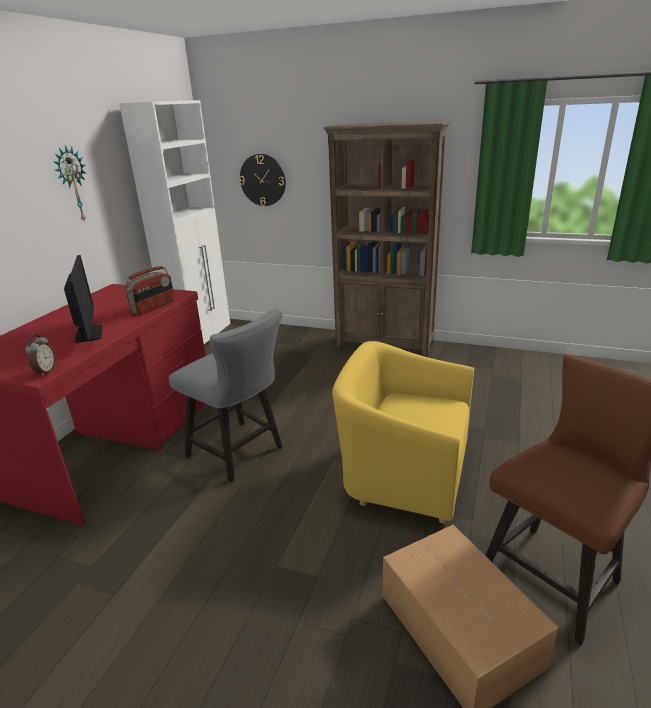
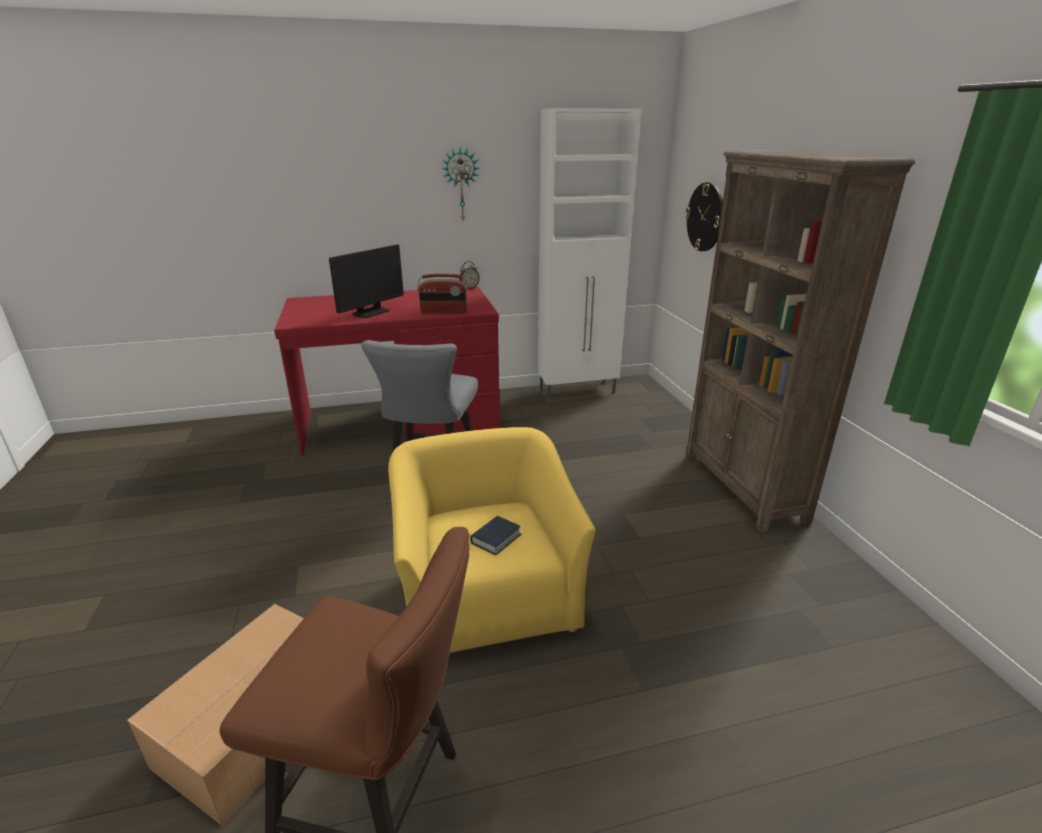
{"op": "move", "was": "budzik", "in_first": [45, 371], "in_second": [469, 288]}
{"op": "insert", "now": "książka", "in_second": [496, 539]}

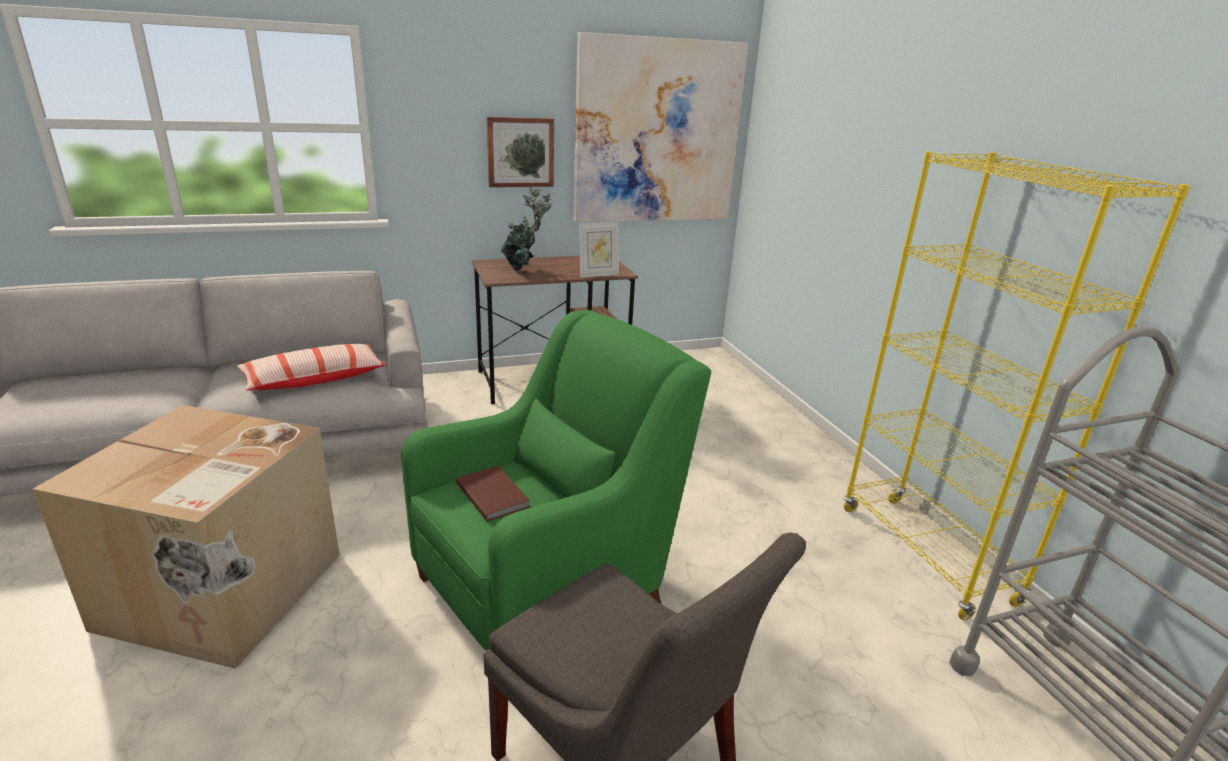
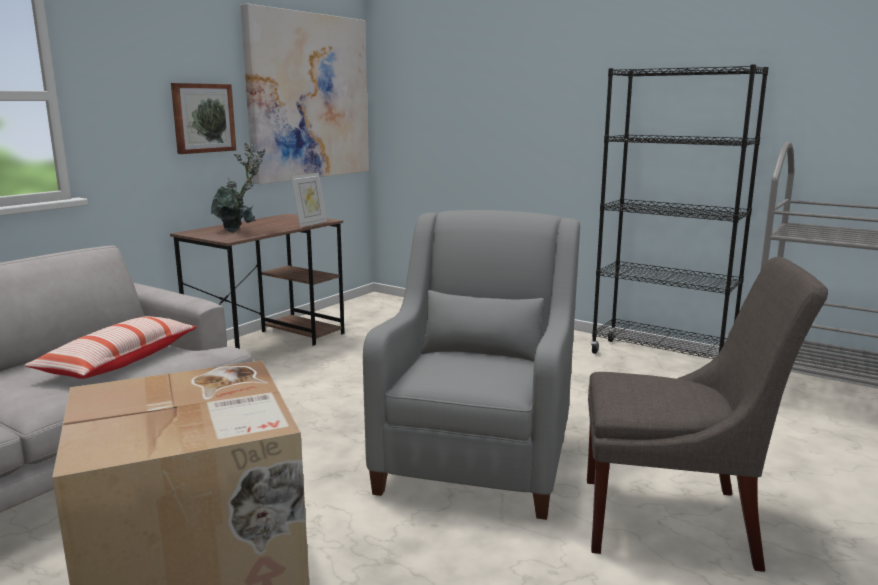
{"op": "recolor", "was": "fotel/zielony", "now": "fotel/szary", "in_first": [549, 584], "in_second": [478, 457]}
{"op": "delete", "was": "książka/brązowy", "in_first": [493, 494]}
{"op": "recolor", "was": "regał/żółty", "now": "regał/czarny", "in_first": [925, 554], "in_second": [661, 359]}

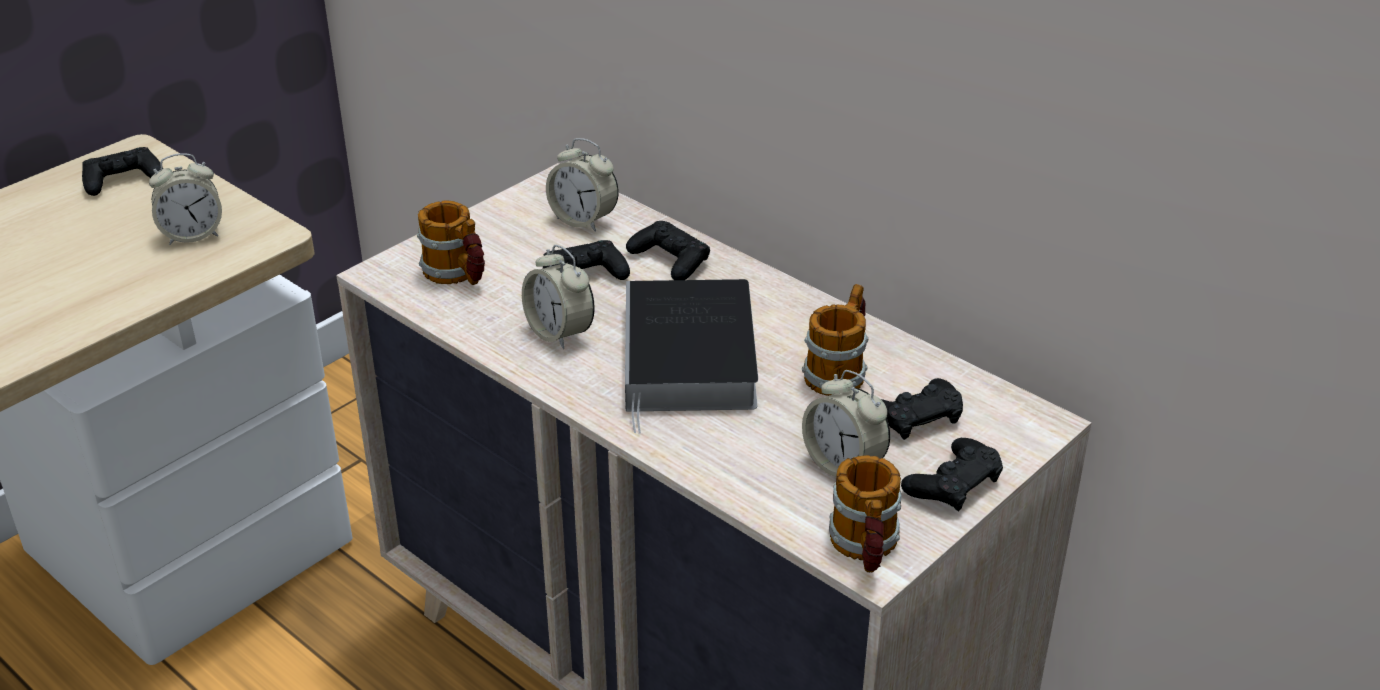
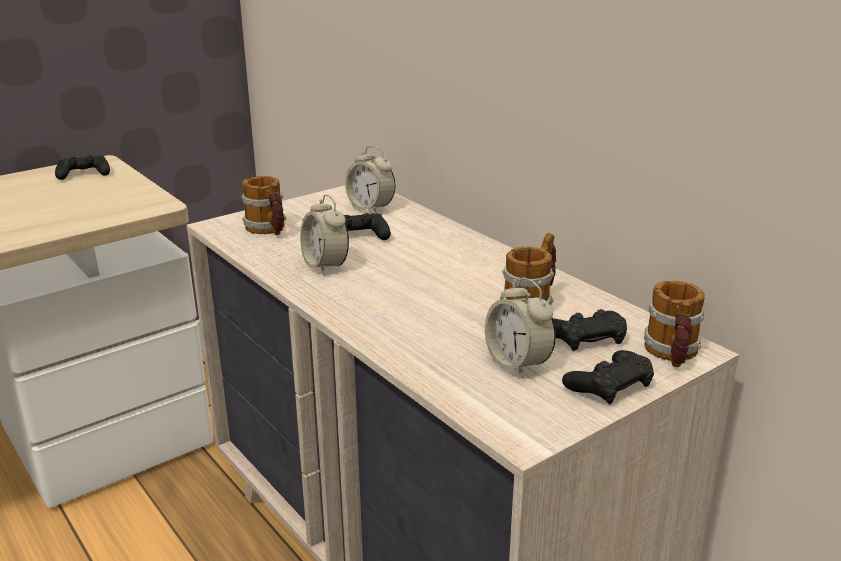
{"op": "delete", "was": "budzik", "in_first": [192, 235]}
{"op": "delete", "was": "książka", "in_first": [690, 360]}
{"op": "delete", "was": "pad do gier/czarny", "in_first": [670, 260]}
{"op": "move", "was": "kubek", "in_first": [865, 549], "in_second": [672, 354]}

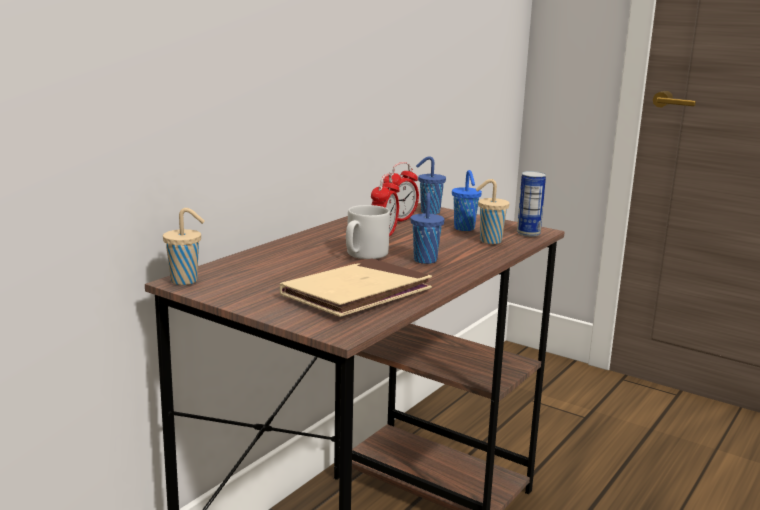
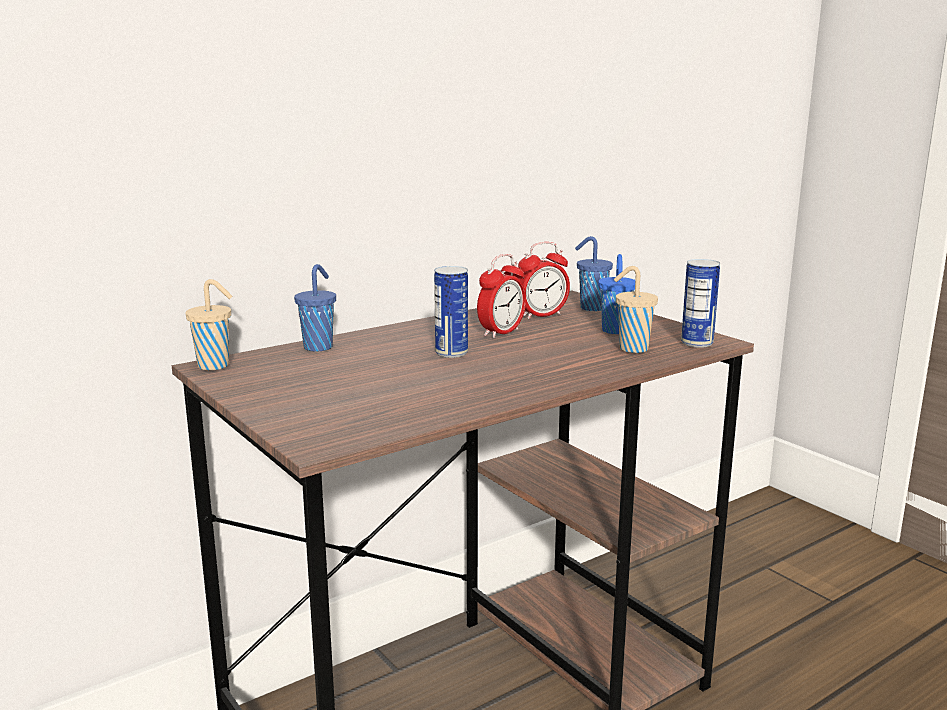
{"op": "delete", "was": "książka/beżowy", "in_first": [357, 294]}
{"op": "replace", "was": "kubek/szary", "now": "puszka", "in_first": [364, 255], "in_second": [451, 353]}
{"op": "move", "was": "filiżanka/niebieski", "in_first": [425, 260], "in_second": [319, 347]}

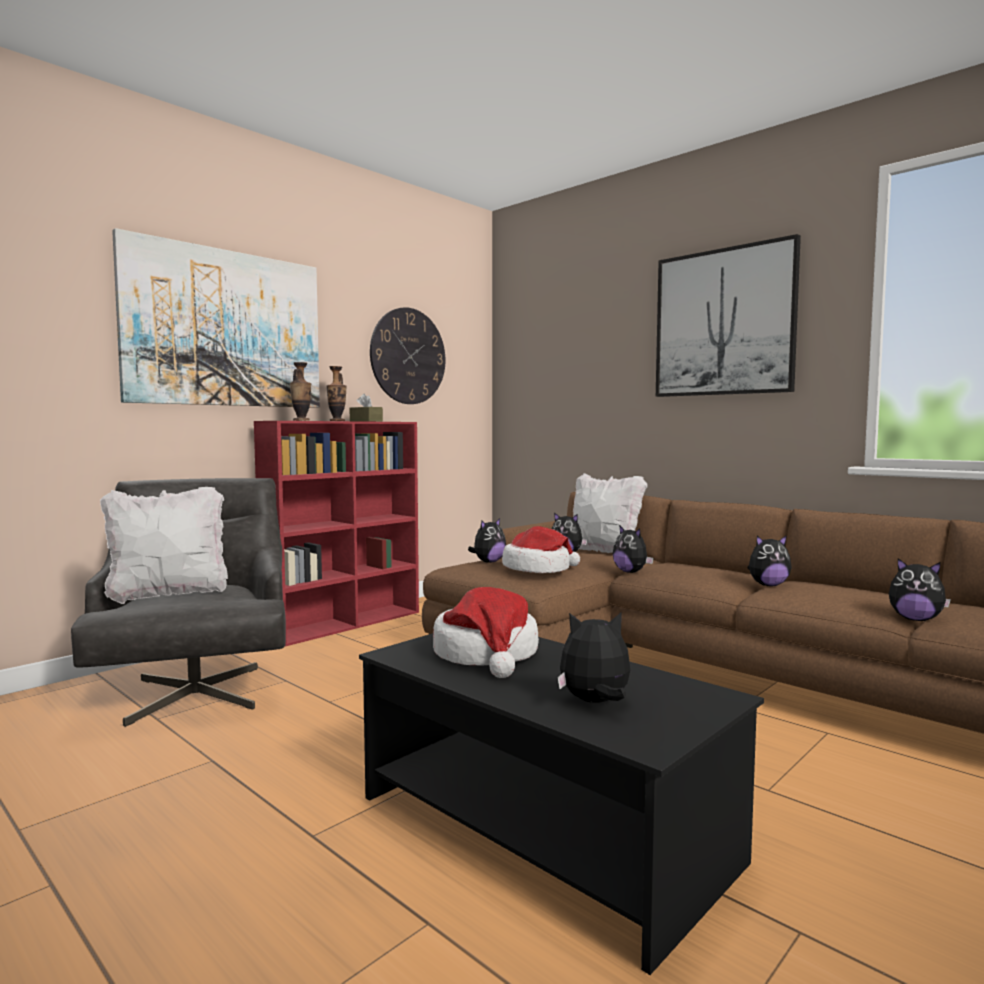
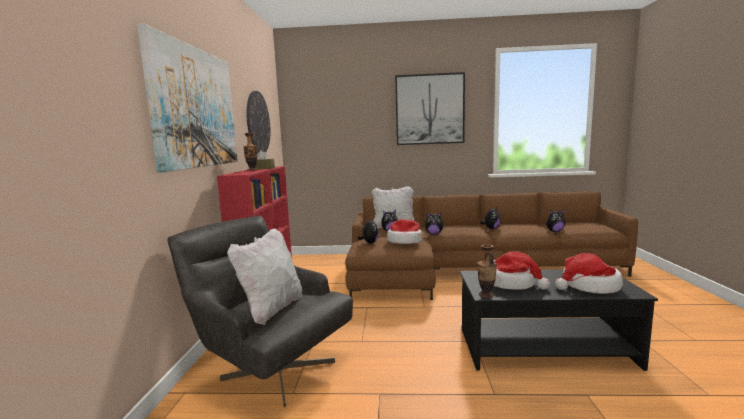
{"op": "move", "was": "wazon", "in_first": [301, 420], "in_second": [486, 295]}
{"op": "replace", "was": "pluszak", "now": "kapelusz", "in_first": [595, 702], "in_second": [589, 286]}

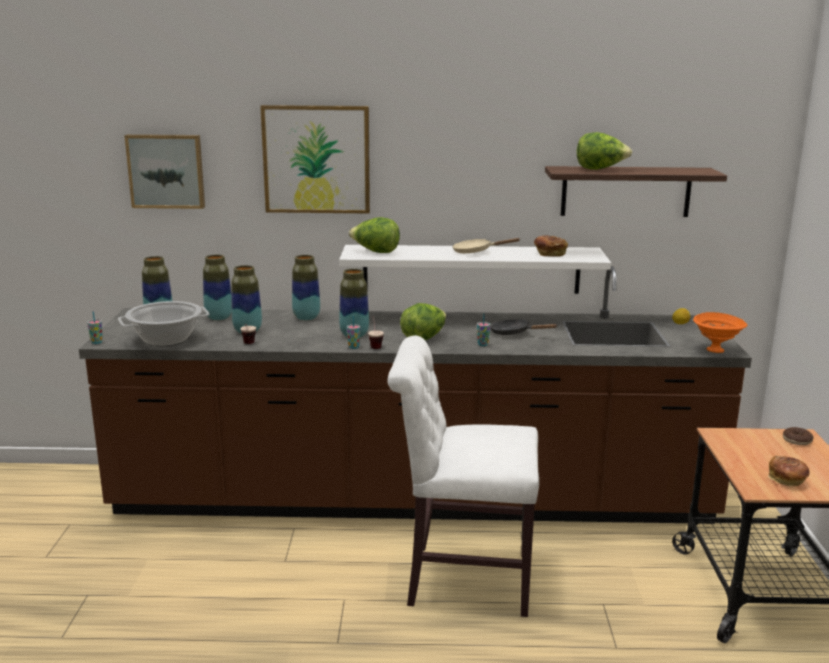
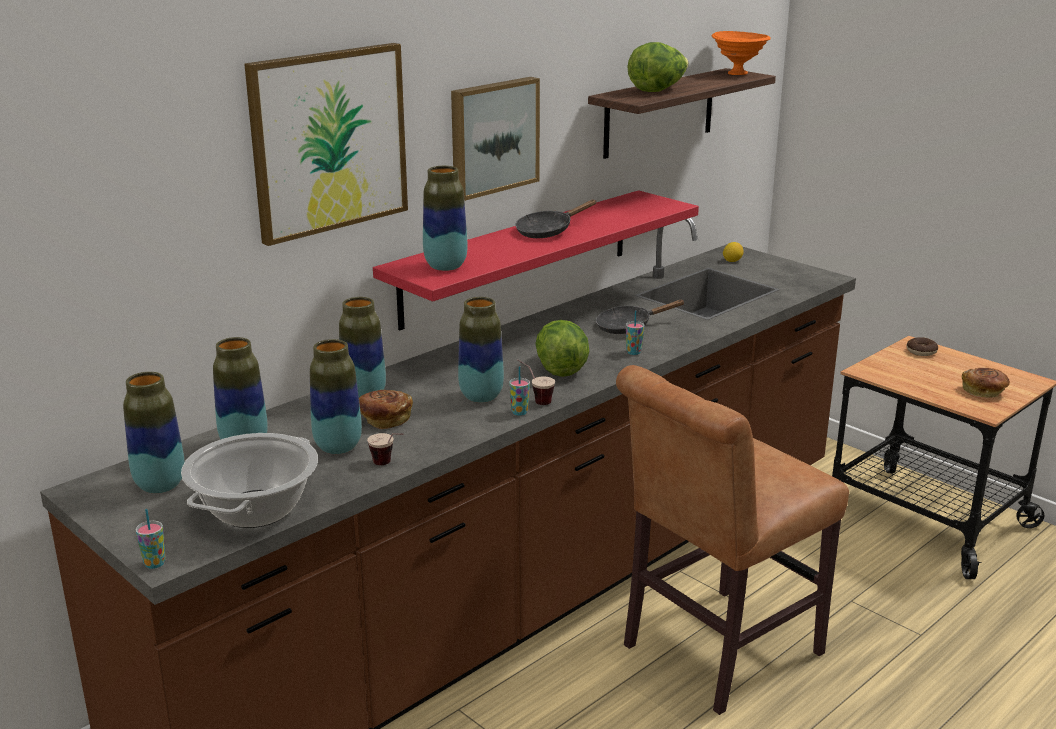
{"op": "move", "was": "obraz", "in_first": [166, 171], "in_second": [492, 136]}
{"op": "recolor", "was": "półka/biały", "now": "półka/czerwony", "in_first": [471, 269], "in_second": [518, 257]}
{"op": "replace", "was": "sałata", "now": "wazon", "in_first": [375, 252], "in_second": [445, 266]}
{"op": "recolor", "was": "krzesło/biały", "now": "krzesło/brązowy", "in_first": [461, 579], "in_second": [714, 653]}
{"op": "recolor", "was": "patelnia/beżowy", "now": "patelnia/czarny", "in_first": [476, 252], "in_second": [548, 231]}
{"op": "move", "was": "chleb", "in_first": [549, 253], "in_second": [384, 420]}
{"op": "move", "was": "miska/pomarańczowy", "in_first": [716, 350], "in_second": [738, 73]}

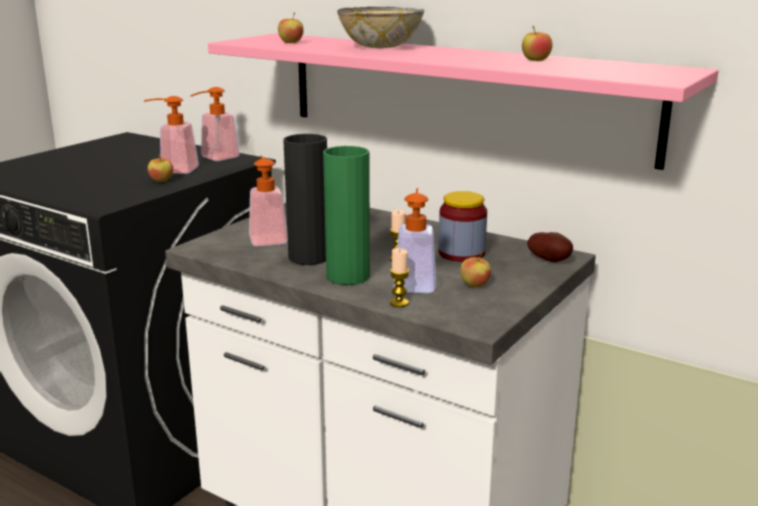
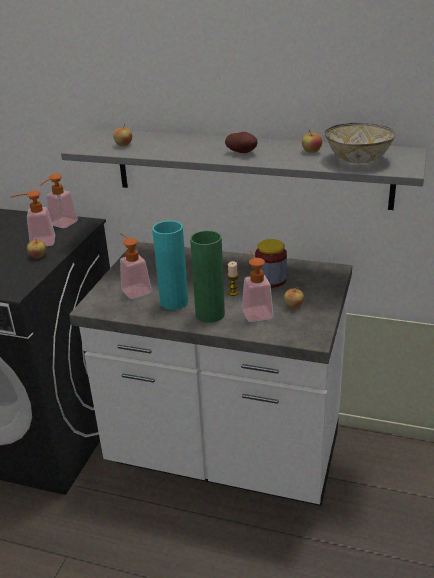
{"op": "recolor", "was": "półka/różowy", "now": "półka/szary", "in_first": [461, 94], "in_second": [250, 168]}
{"op": "recolor", "was": "wazon/czarny", "now": "wazon/turkusowy", "in_first": [309, 257], "in_second": [174, 302]}
{"op": "move", "was": "miska", "in_first": [380, 47], "in_second": [357, 159]}
{"op": "delete", "was": "świeca", "in_first": [399, 303]}
{"op": "move", "was": "ziemniak", "in_first": [551, 261], "in_second": [242, 153]}

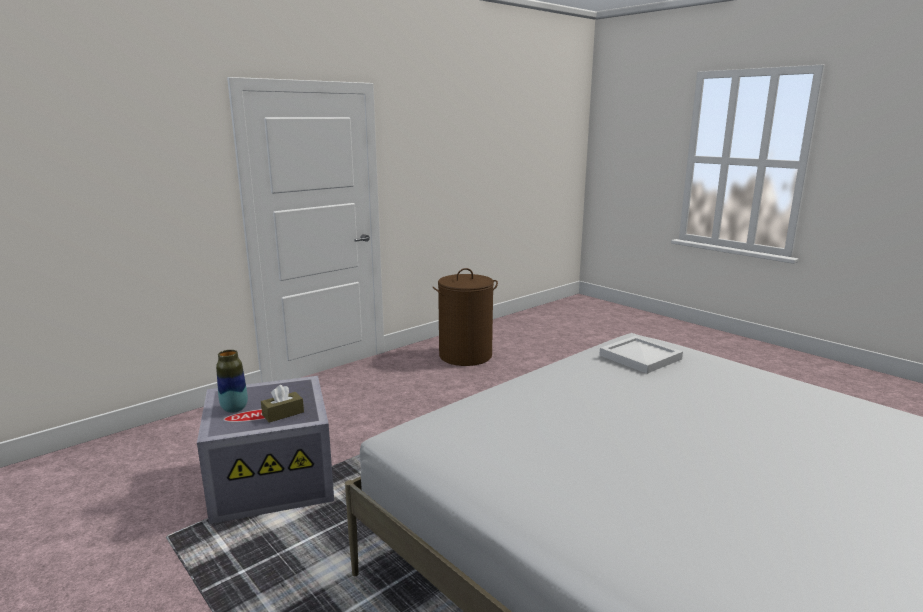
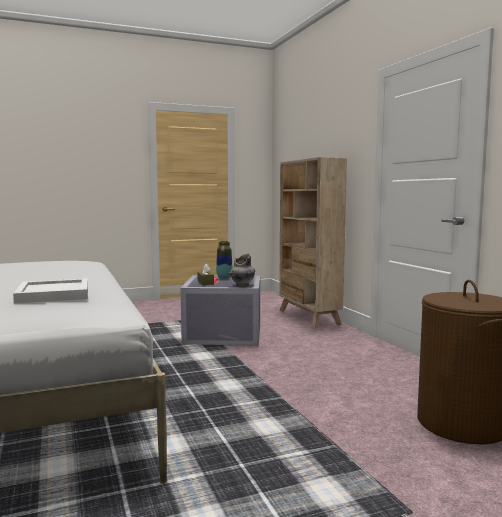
{"op": "insert", "now": "wazon/szary", "in_second": [242, 286]}
{"op": "insert", "now": "regał/beżowy", "in_second": [308, 317]}

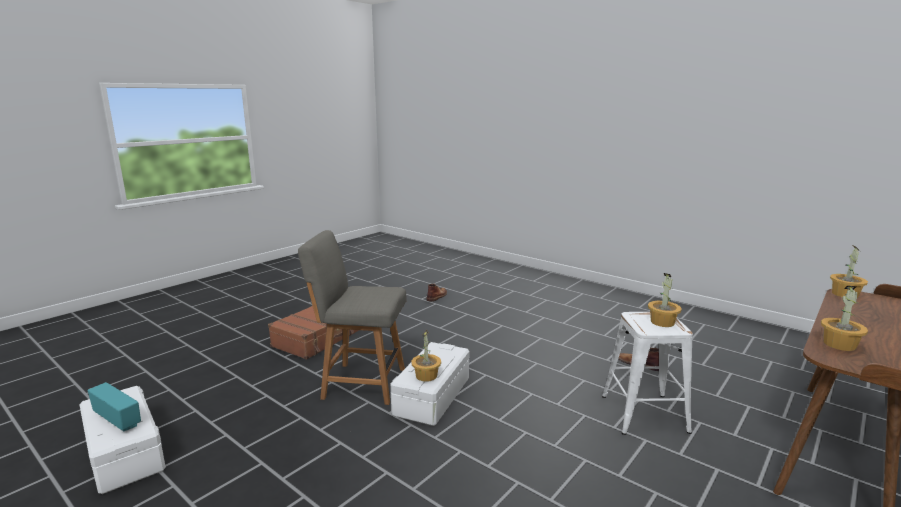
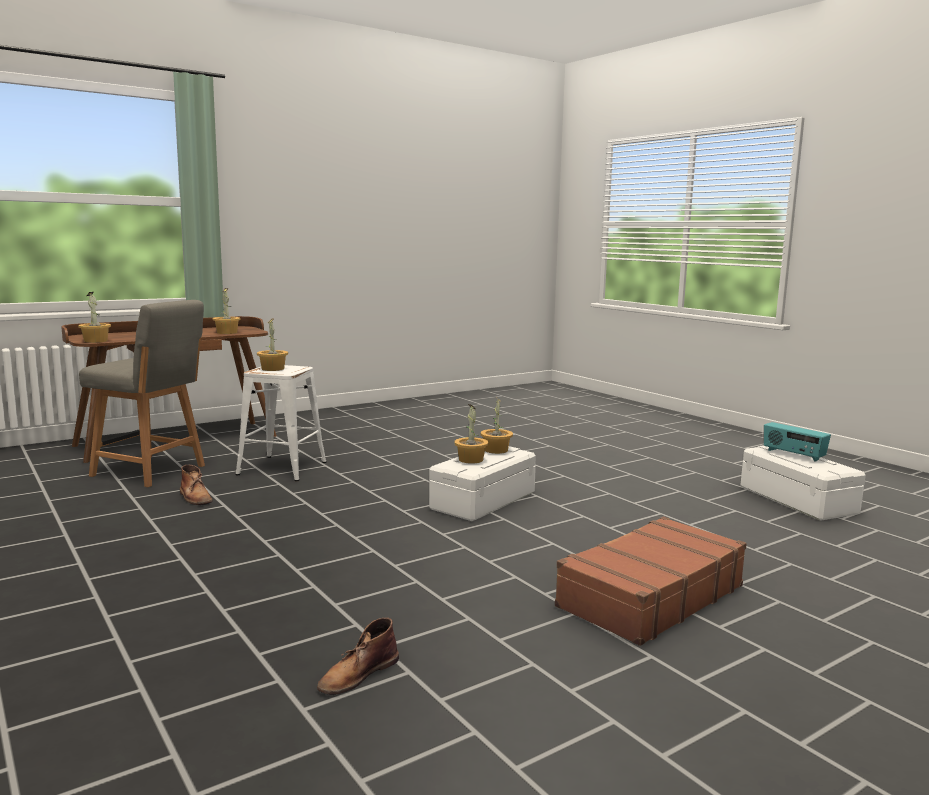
{"op": "move", "was": "krzesło/szary", "in_first": [361, 383], "in_second": [151, 471]}
{"op": "insert", "now": "roślina doniczkowa", "in_second": [470, 460]}

